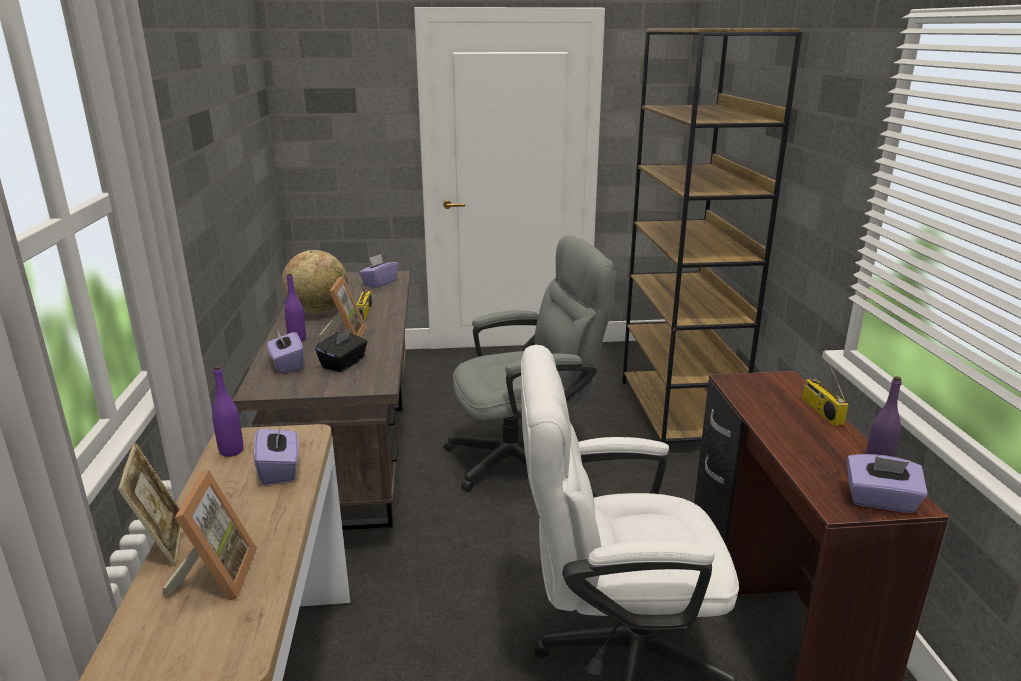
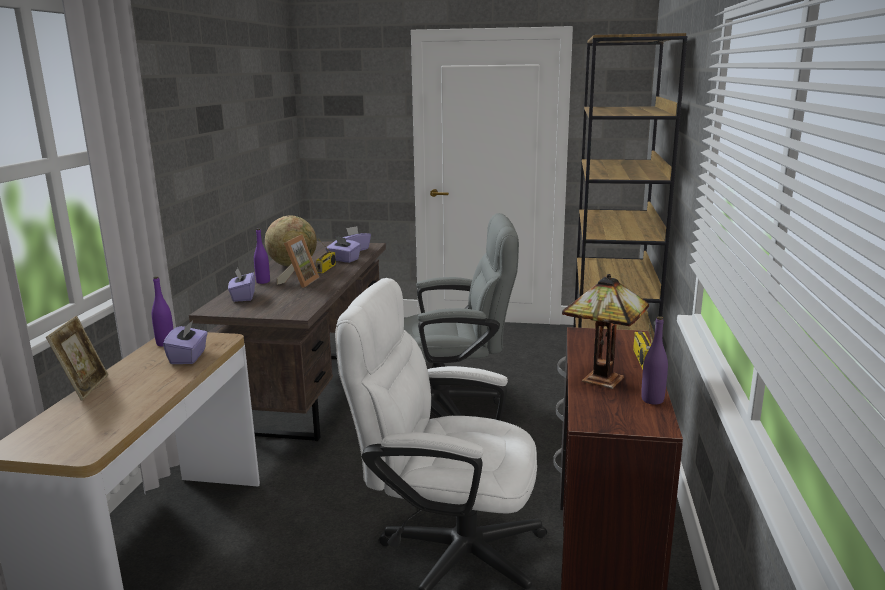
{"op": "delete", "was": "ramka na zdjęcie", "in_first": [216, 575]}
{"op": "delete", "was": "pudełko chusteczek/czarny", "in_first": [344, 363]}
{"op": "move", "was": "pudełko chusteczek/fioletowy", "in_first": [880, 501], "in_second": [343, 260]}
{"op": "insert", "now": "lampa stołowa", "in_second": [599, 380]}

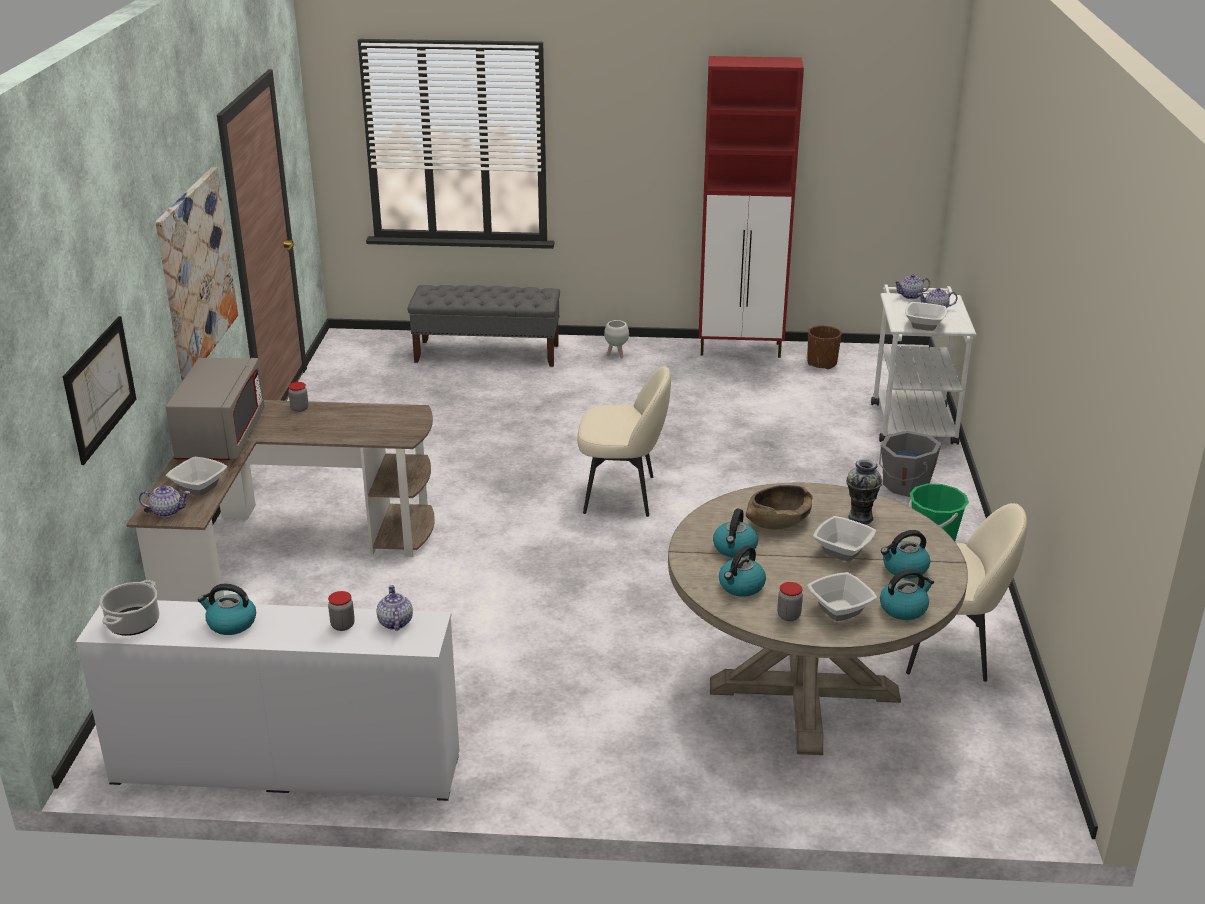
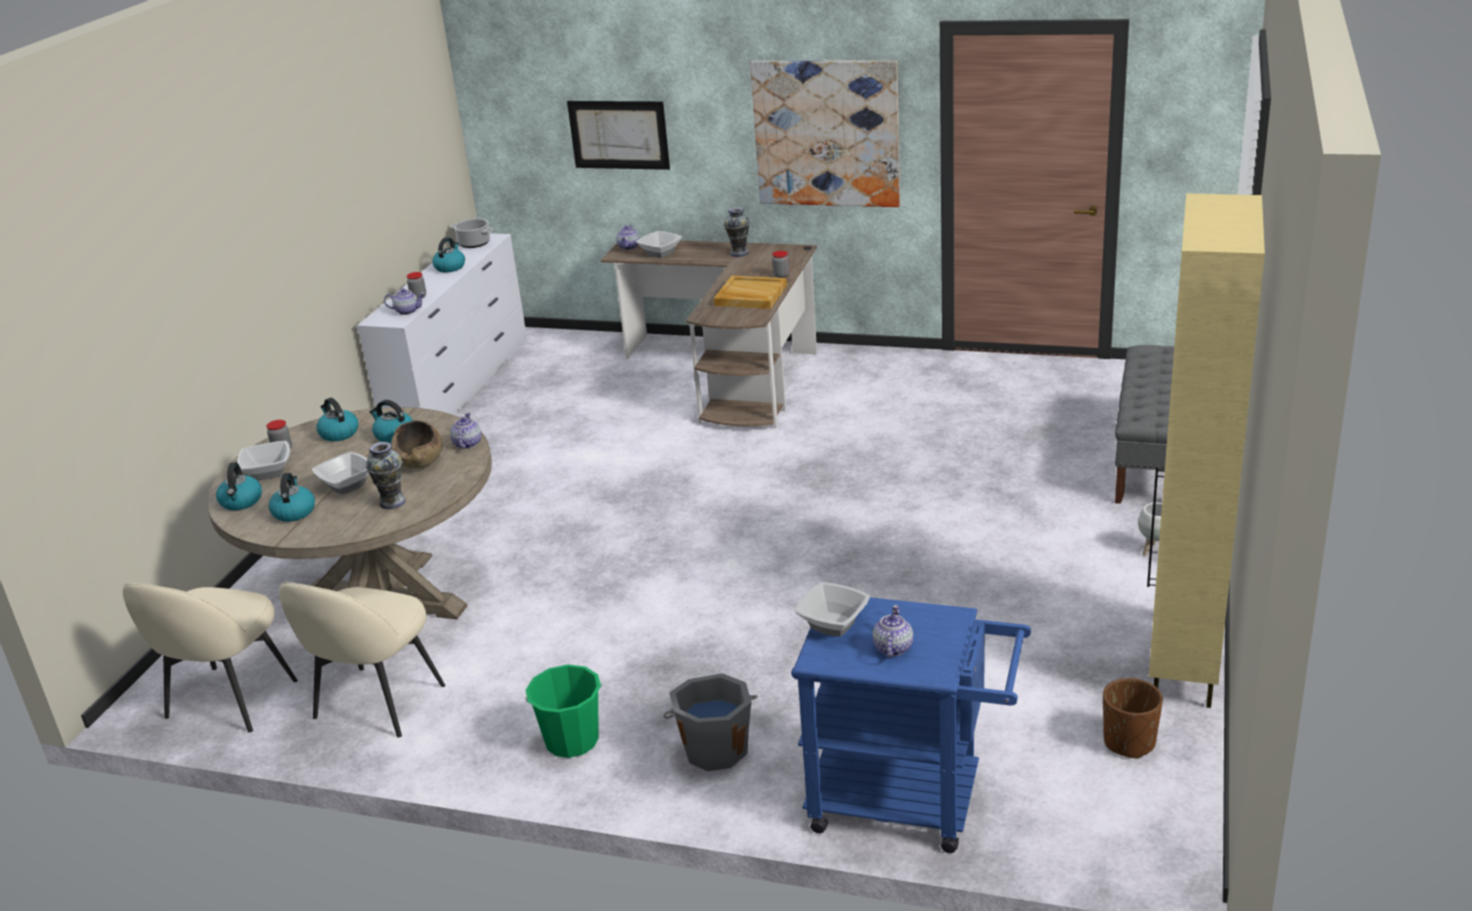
{"op": "replace", "was": "mikrofalówka/szary", "now": "wazon", "in_first": [222, 437], "in_second": [739, 253]}
{"op": "move", "was": "krzesło/beżowy", "in_first": [622, 494], "in_second": [229, 701]}
{"op": "recolor", "was": "szafka/czerwony", "now": "szafka/beżowy", "in_first": [741, 349], "in_second": [1182, 665]}
{"op": "recolor", "was": "wózek/biały", "now": "wózek/niebieski", "in_first": [911, 419], "in_second": [911, 801]}
{"op": "move", "was": "imbryk", "in_first": [910, 296], "in_second": [467, 444]}
{"op": "insert", "now": "taca/beżowy", "in_second": [750, 295]}

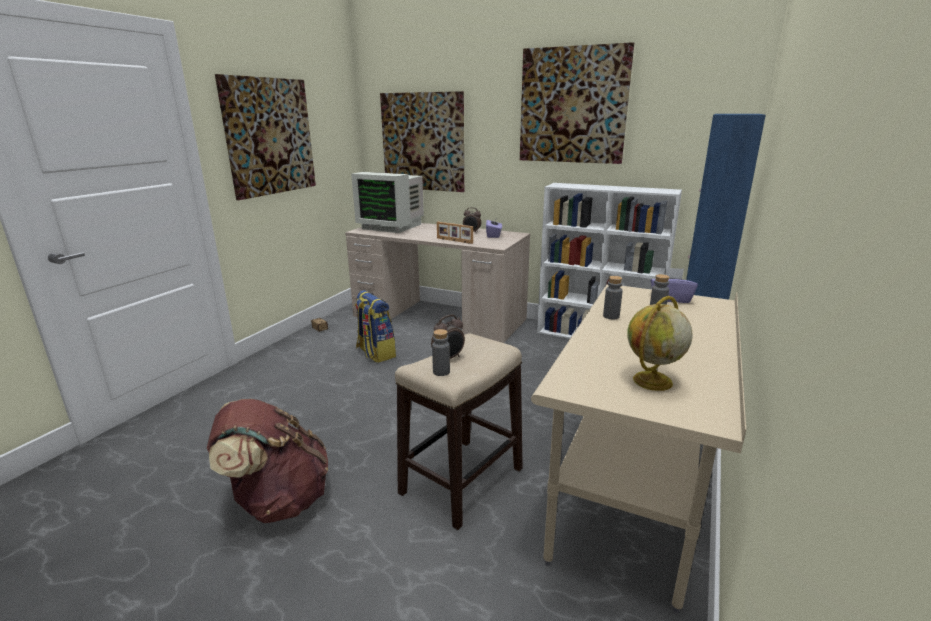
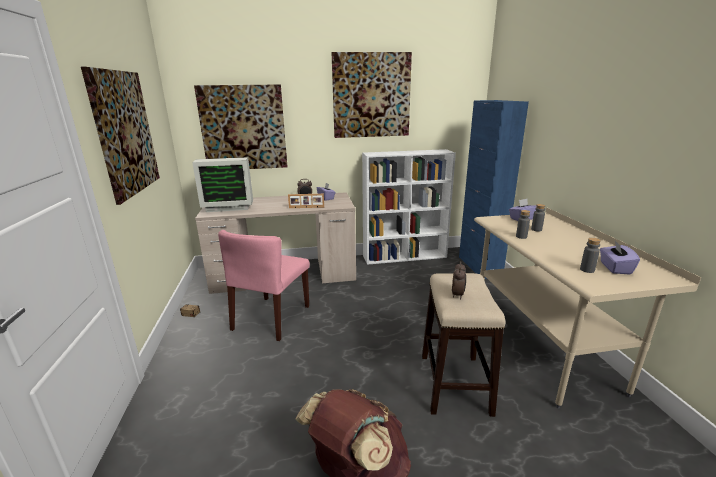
{"op": "replace", "was": "plecak", "now": "krzesło/różowy", "in_first": [375, 353], "in_second": [271, 318]}
{"op": "move", "was": "butelka/szary", "in_first": [441, 372], "in_second": [587, 270]}
{"op": "replace", "was": "globus", "now": "pudełko chusteczek/fioletowy", "in_first": [652, 382], "in_second": [614, 268]}

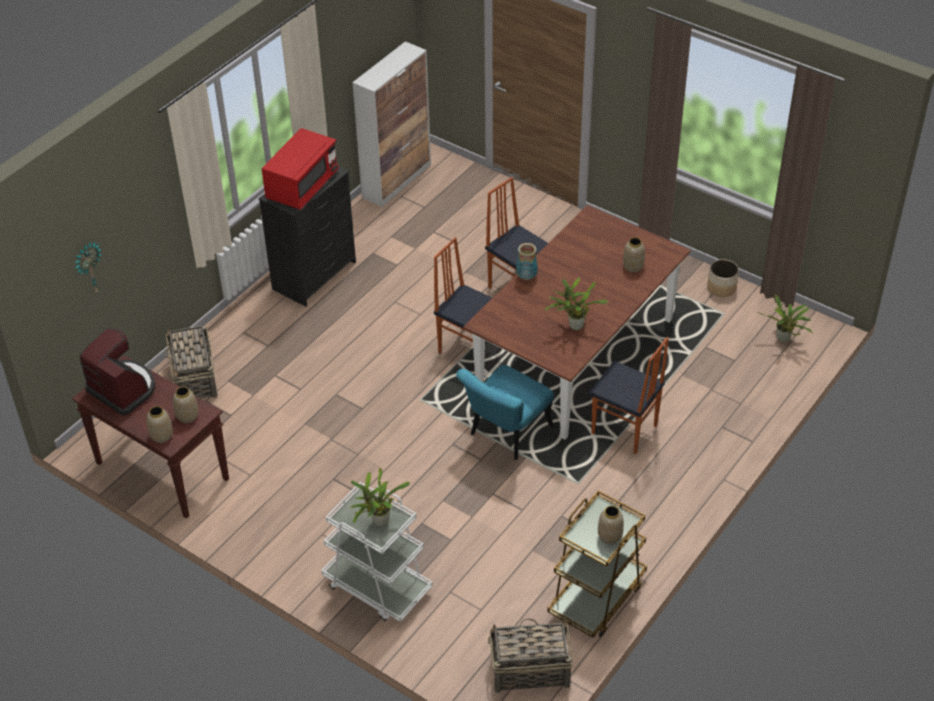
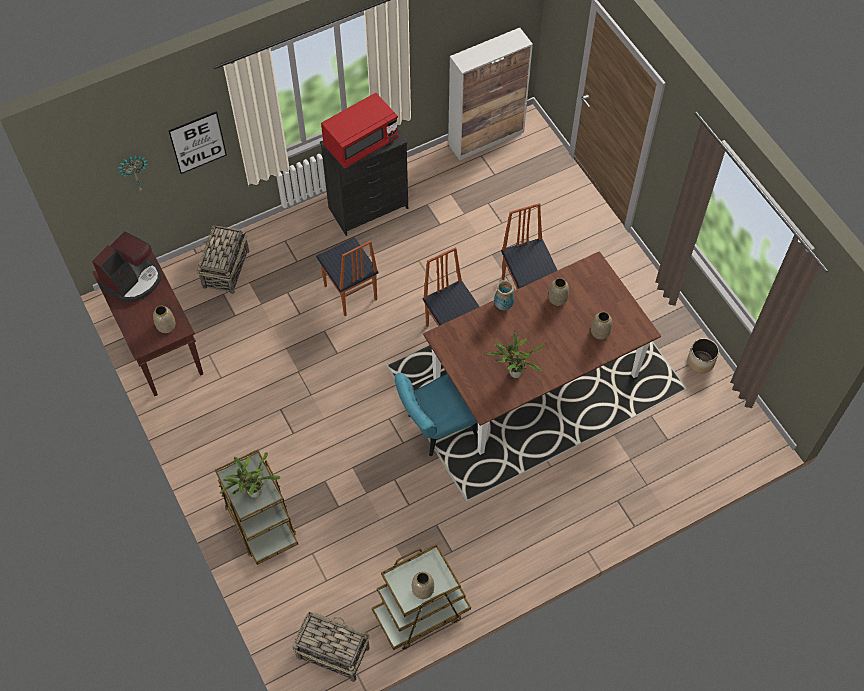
{"op": "rotate", "was": "ekspres do kawy", "in_first": [123, 389], "in_second": [133, 280], "clockwise": 60}
{"op": "move", "was": "wazon", "in_first": [162, 436], "in_second": [557, 299]}
{"op": "recolor", "was": "wózek/biały", "now": "wózek/brązowy", "in_first": [377, 586], "in_second": [260, 522]}
{"op": "move", "was": "krzesło", "in_first": [624, 431], "in_second": [350, 293]}
{"op": "delete", "was": "roślina doniczkowa", "in_first": [783, 340]}
{"op": "insert", "now": "obraz", "in_second": [198, 142]}

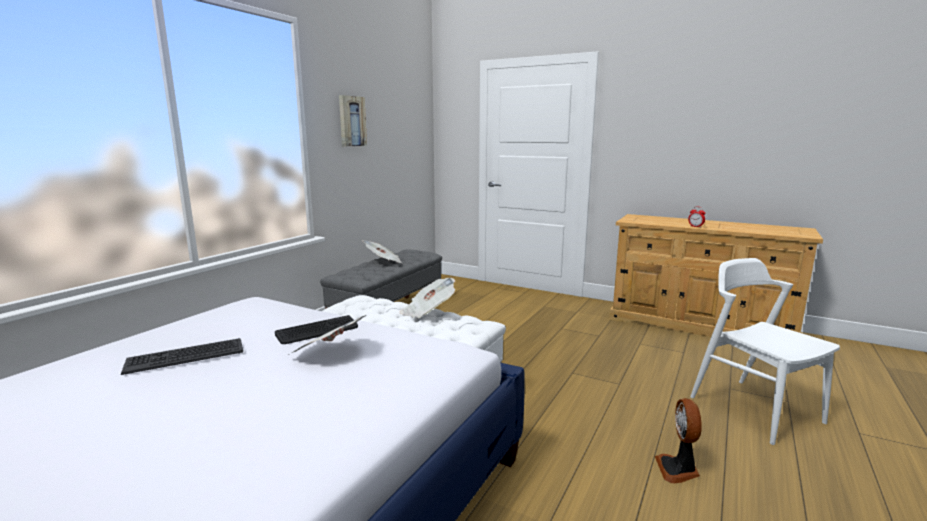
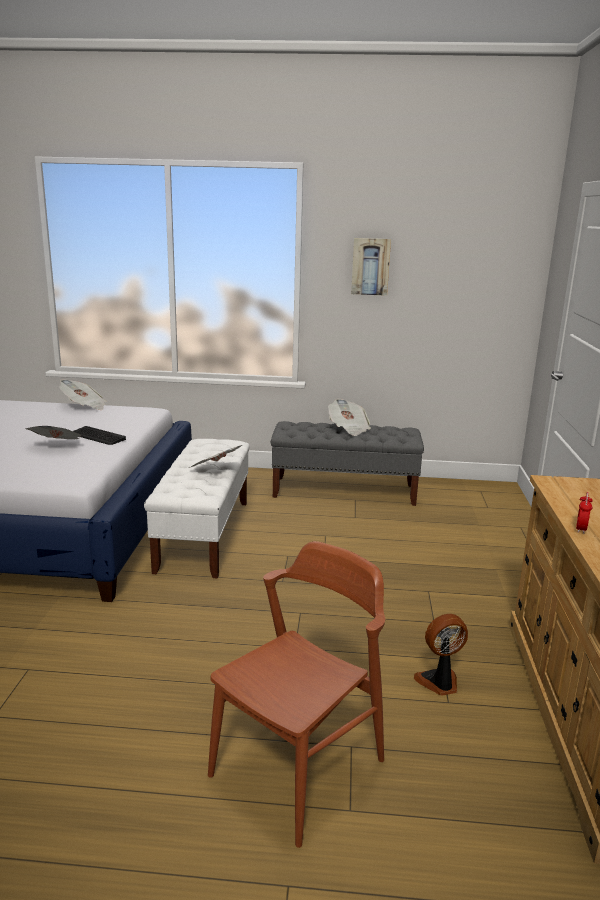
{"op": "delete", "was": "klawiatura", "in_first": [186, 356]}
{"op": "move", "was": "wentylator", "in_first": [678, 470], "in_second": [439, 683]}
{"op": "recolor", "was": "krzesło/biały", "now": "krzesło/brązowy", "in_first": [754, 409], "in_second": [298, 767]}
{"op": "insert", "now": "gazeta", "in_second": [84, 406]}

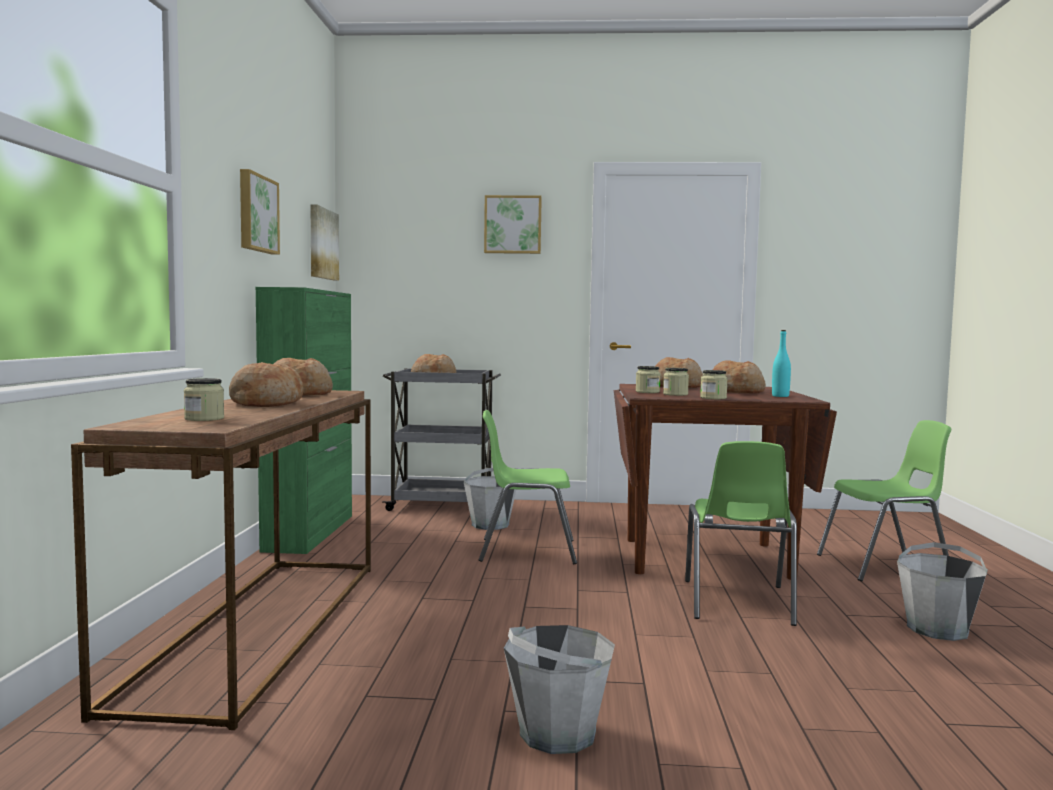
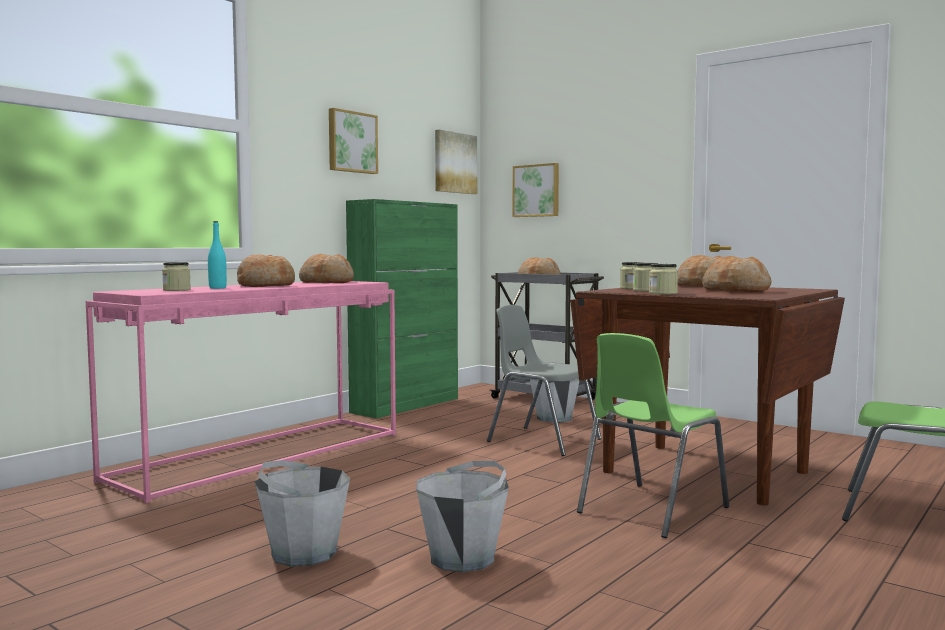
{"op": "recolor", "was": "stolik konsolowy/brązowy", "now": "stolik konsolowy/różowy", "in_first": [259, 627], "in_second": [261, 455]}
{"op": "recolor", "was": "krzesło/zielony", "now": "krzesło/szary", "in_first": [526, 551], "in_second": [542, 440]}
{"op": "move", "was": "obraz", "in_first": [513, 225], "in_second": [536, 190]}
{"op": "move", "was": "butelka/turkusowy", "in_first": [780, 396], "in_second": [217, 288]}
{"op": "move", "was": "wiadro/szary", "in_first": [938, 629], "in_second": [463, 558]}

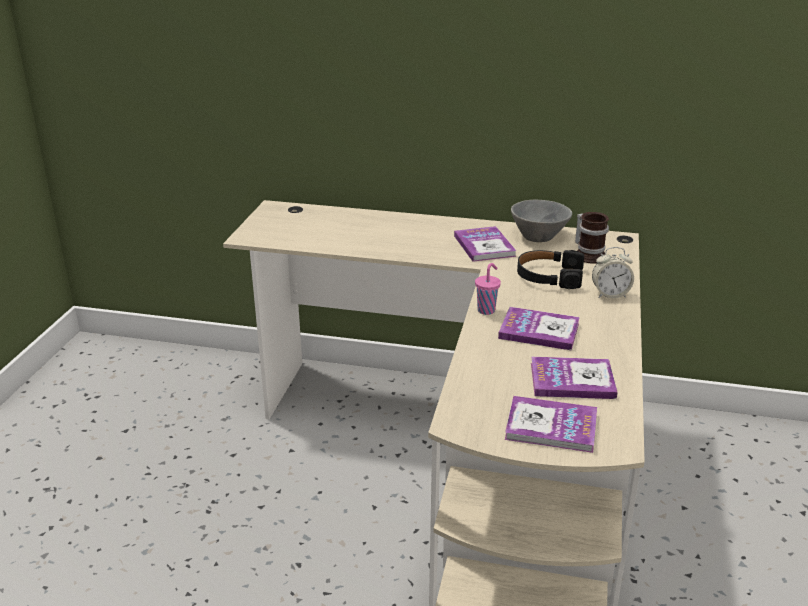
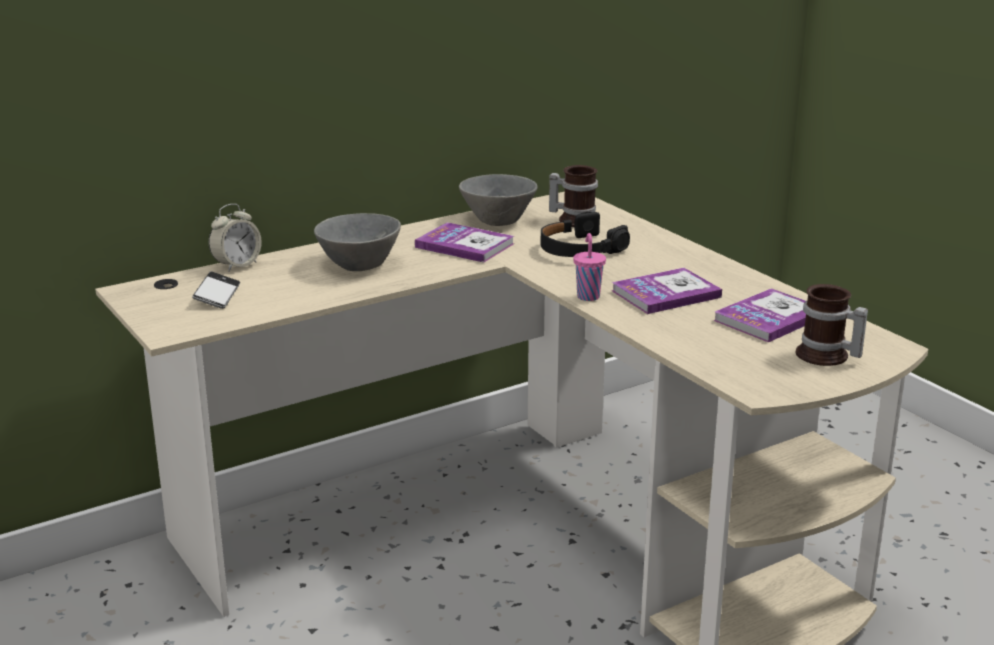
{"op": "replace", "was": "książka", "now": "kubek", "in_first": [551, 426], "in_second": [826, 357]}
{"op": "move", "was": "budzik", "in_first": [610, 294], "in_second": [237, 265]}
{"op": "insert", "now": "telefon", "in_second": [217, 296]}
{"op": "insert", "now": "miska/szary", "in_second": [358, 264]}

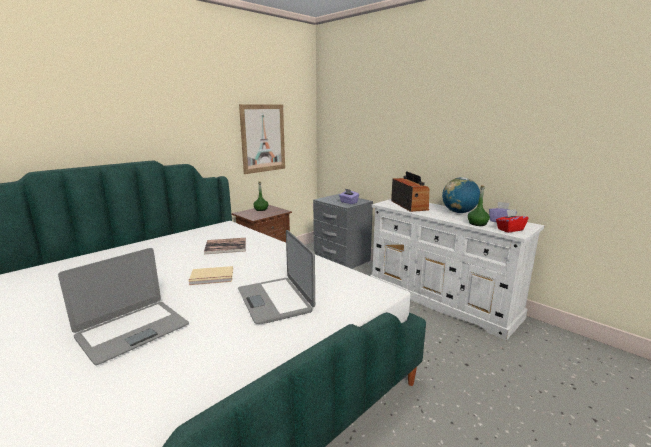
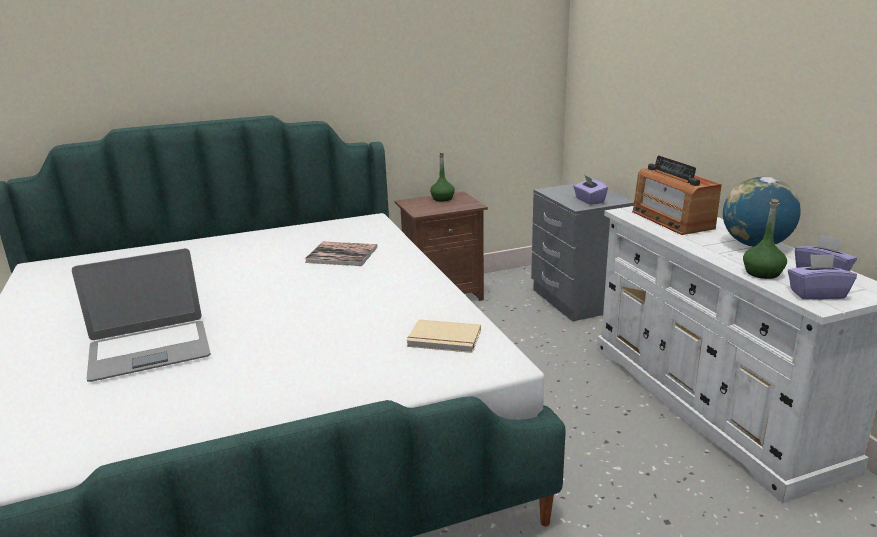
{"op": "move", "was": "książka/beżowy", "in_first": [212, 278], "in_second": [444, 339]}
{"op": "delete", "was": "laptop", "in_first": [275, 300]}
{"op": "delete", "was": "obraz", "in_first": [263, 138]}
{"op": "rotate", "was": "radio", "in_first": [409, 205], "in_second": [671, 220], "clockwise": 150}
{"op": "recolor", "was": "pudełko chusteczek/czerwony", "now": "pudełko chusteczek/fioletowy", "in_first": [510, 229], "in_second": [816, 294]}

